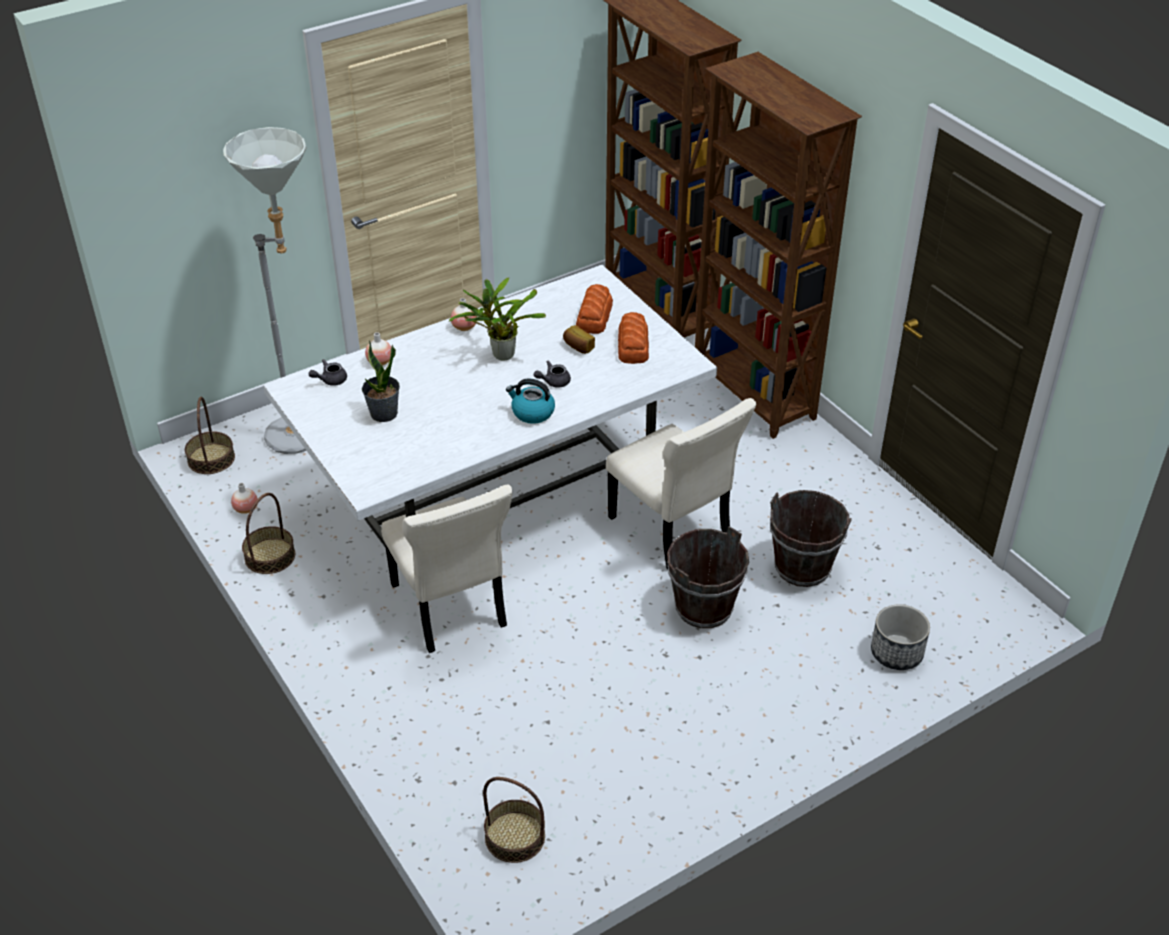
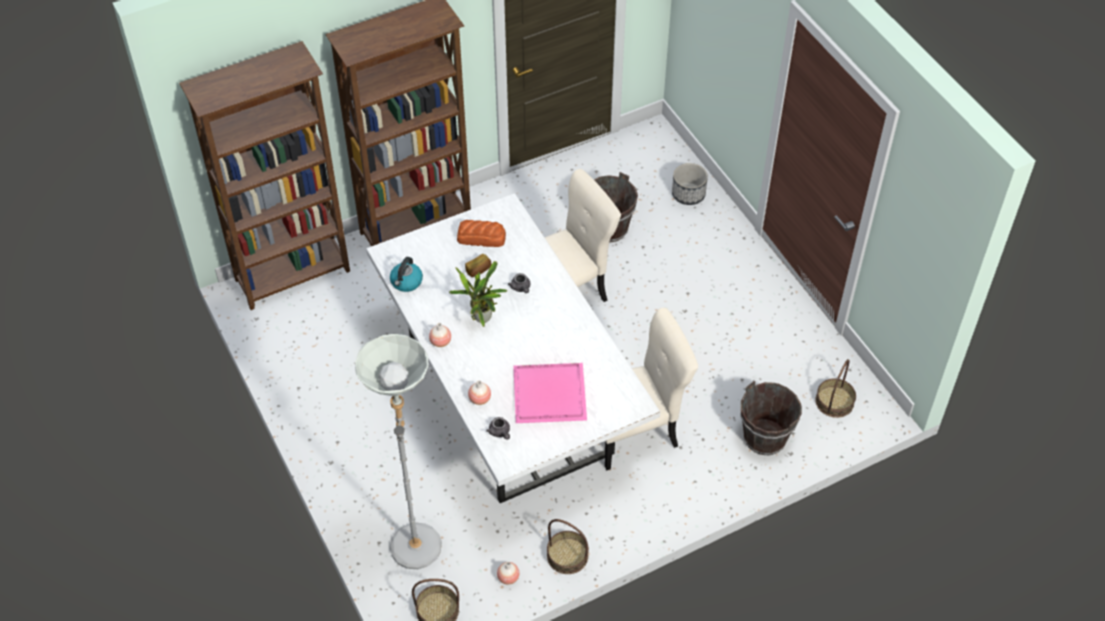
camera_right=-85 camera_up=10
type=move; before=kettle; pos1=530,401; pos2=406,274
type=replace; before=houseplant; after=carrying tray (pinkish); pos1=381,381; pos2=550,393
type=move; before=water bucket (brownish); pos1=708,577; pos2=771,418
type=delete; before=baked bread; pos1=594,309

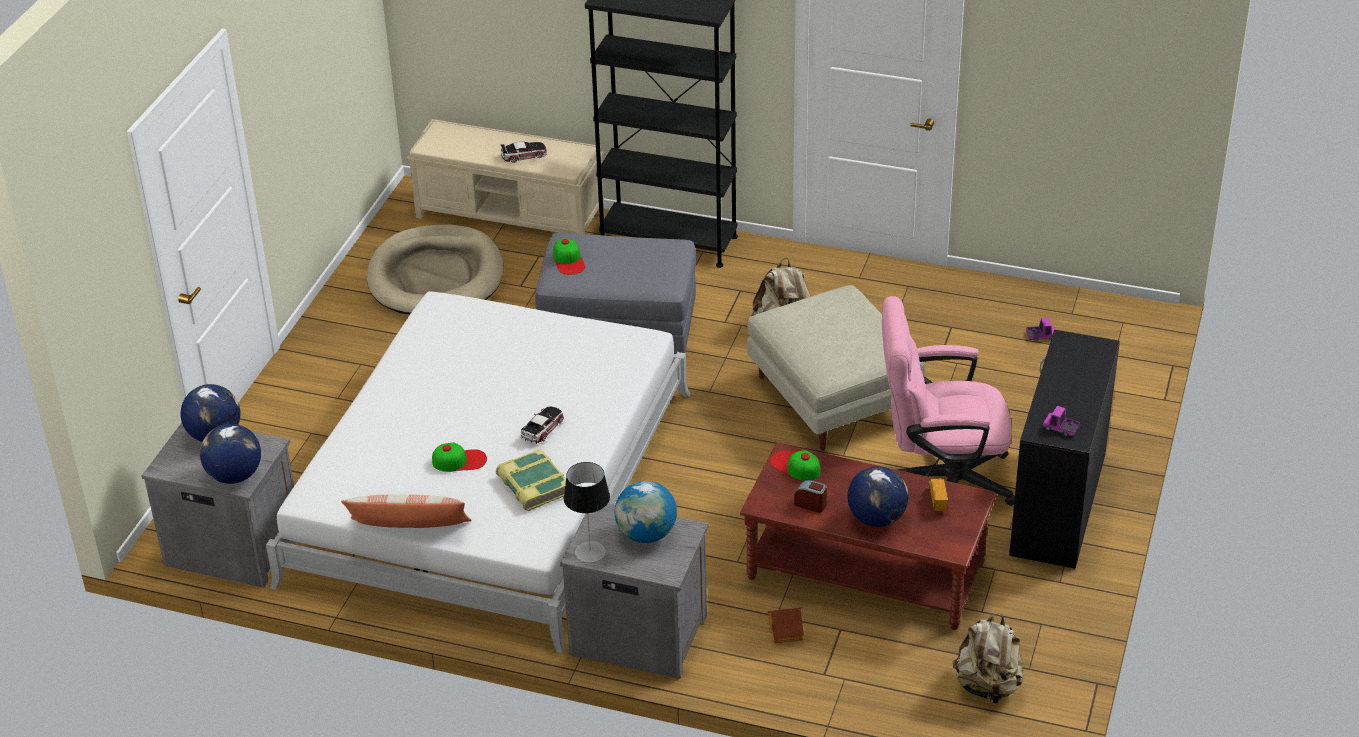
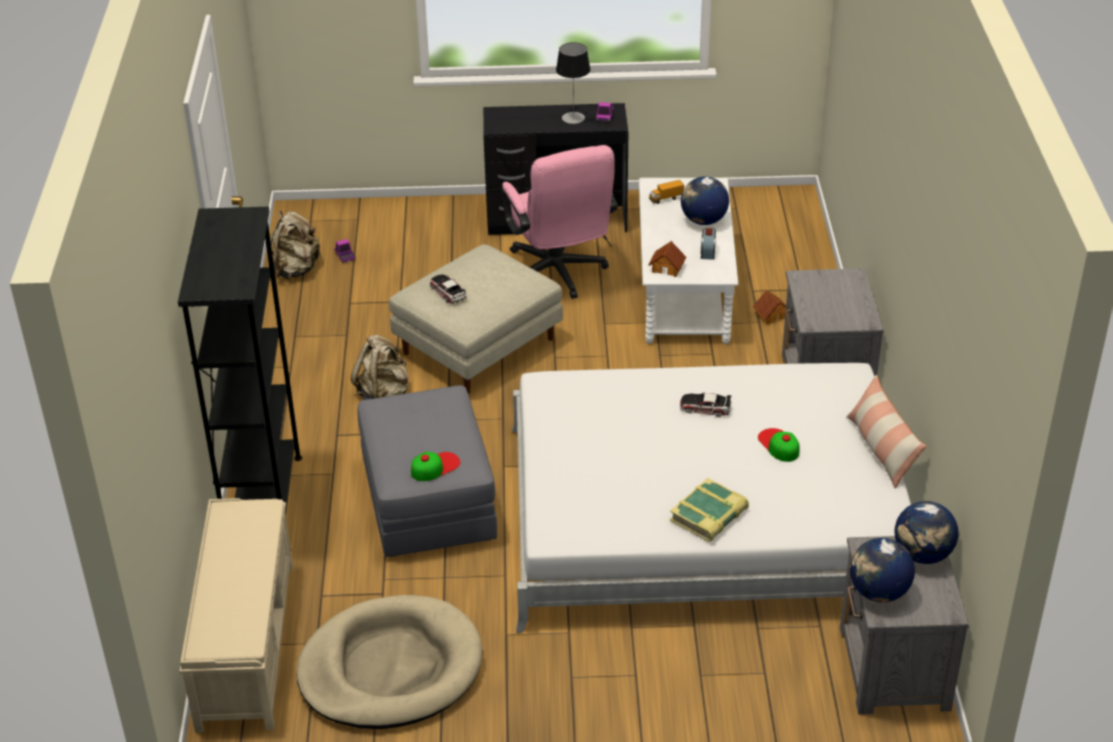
camera_right=-110 camera_up=0
type=move; before=backpack (beige); pos1=988,658; pos2=296,245
type=move; before=miniature car; pos1=524,152; pos2=448,289
type=move; before=tabletop lamp; pos1=587,512; pos2=573,83
type=recolor; before=low table (brownish); after=low table (whitish); pos1=868,536; pos2=688,261
type=replace; before=peaked cap; after=miniature house; pos1=795,465; pos2=667,259
type=move; before=book; pos1=531,480; pos2=709,510
type=delete; before=world globe; pos1=646,512

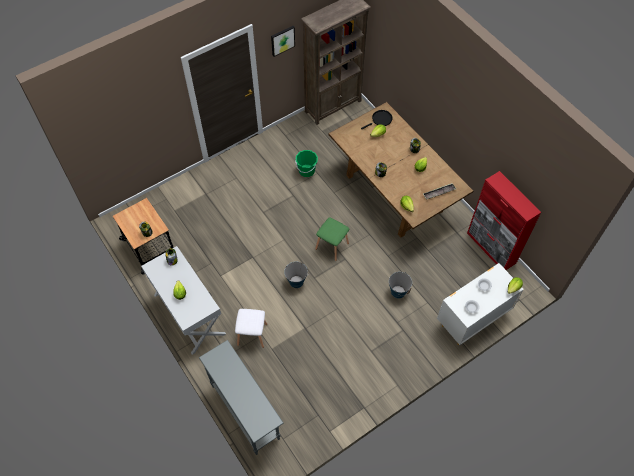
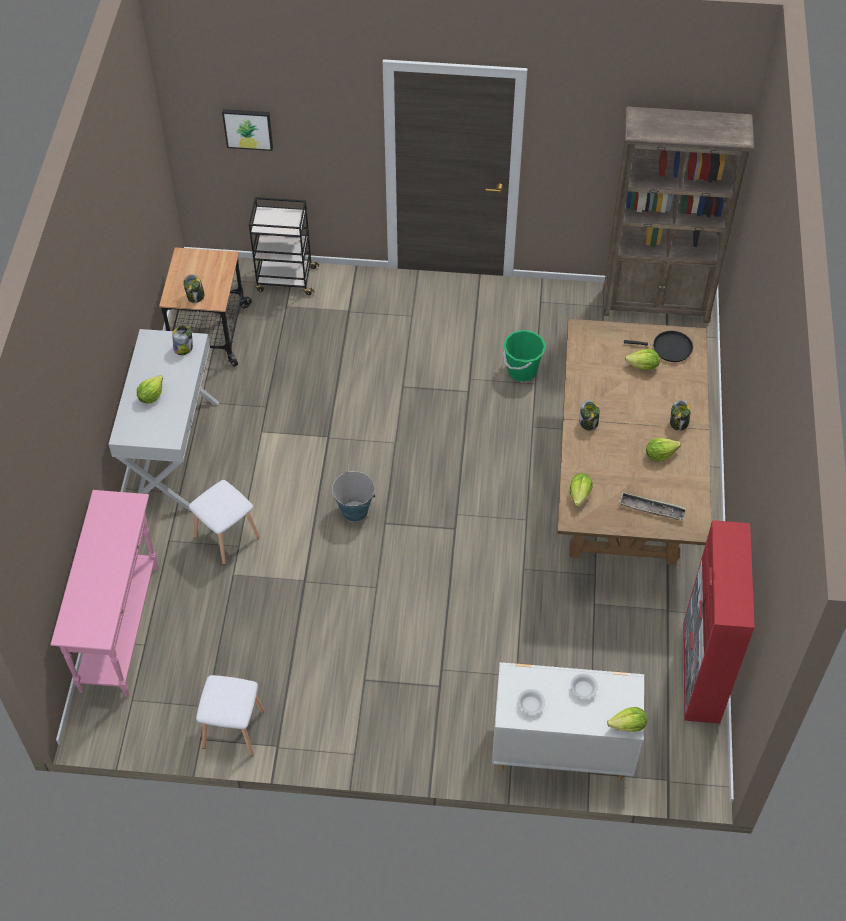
camera_right=40 camera_up=-5
type=recolor; before=narrow table (grey); after=narrow table (pinkish); pos1=241,397; pos2=104,593
type=insert; after=stool (whitish); pos2=230,715
type=move; before=wall art; pos1=283,41; pos2=247,130
type=insert; after=trolley (blackish); pos2=284,246
type=delete; before=stool (green); pos1=332,239
type=delete; before=water bucket; pos1=400,285

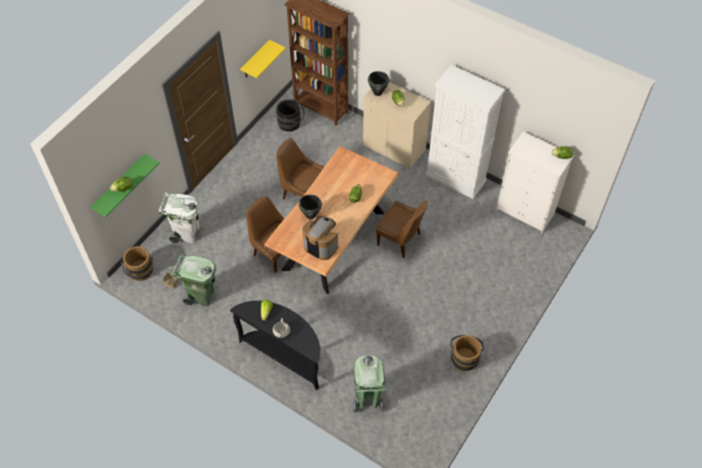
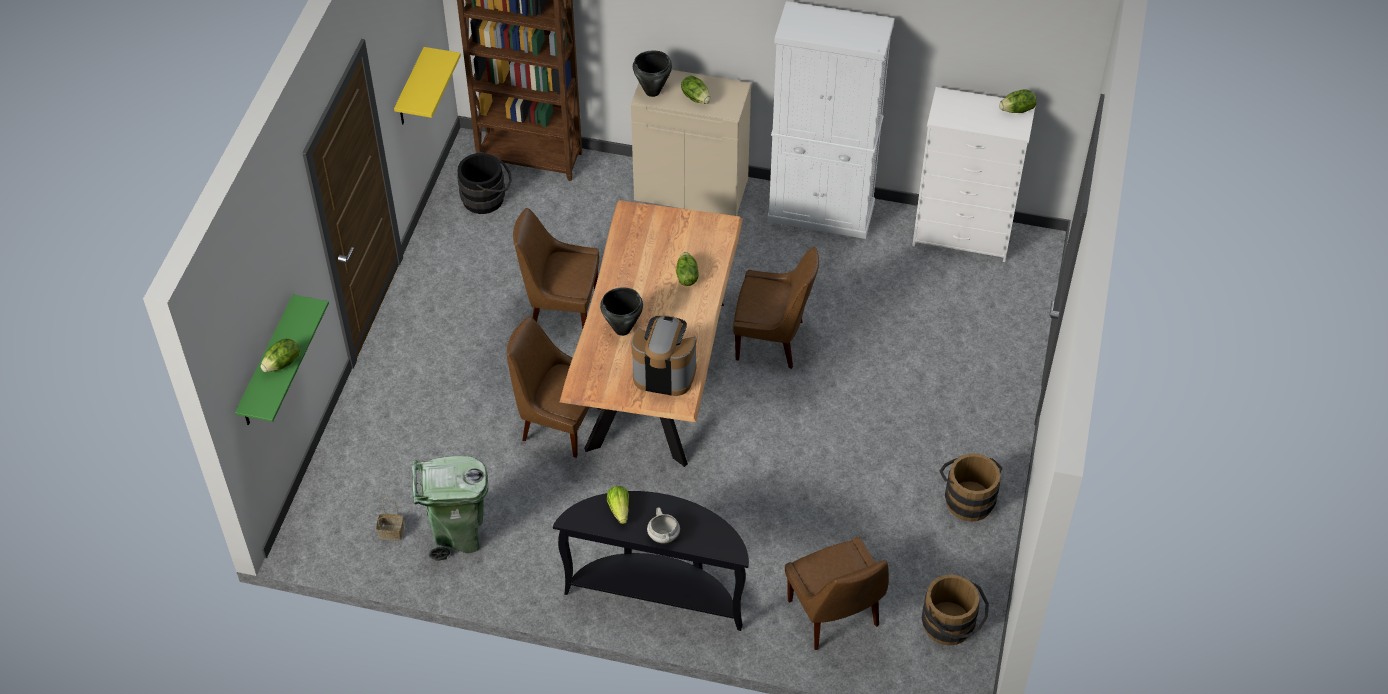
camera_right=-20 camera_up=-5
type=replace; before=rubbish bin (green); after=chair (brownish); pos1=369,384; pos2=837,593
type=move; before=water bucket (brownish); pos1=137,263; pos2=955,610
type=delete; before=rubbish bin (whitish); pos1=179,217

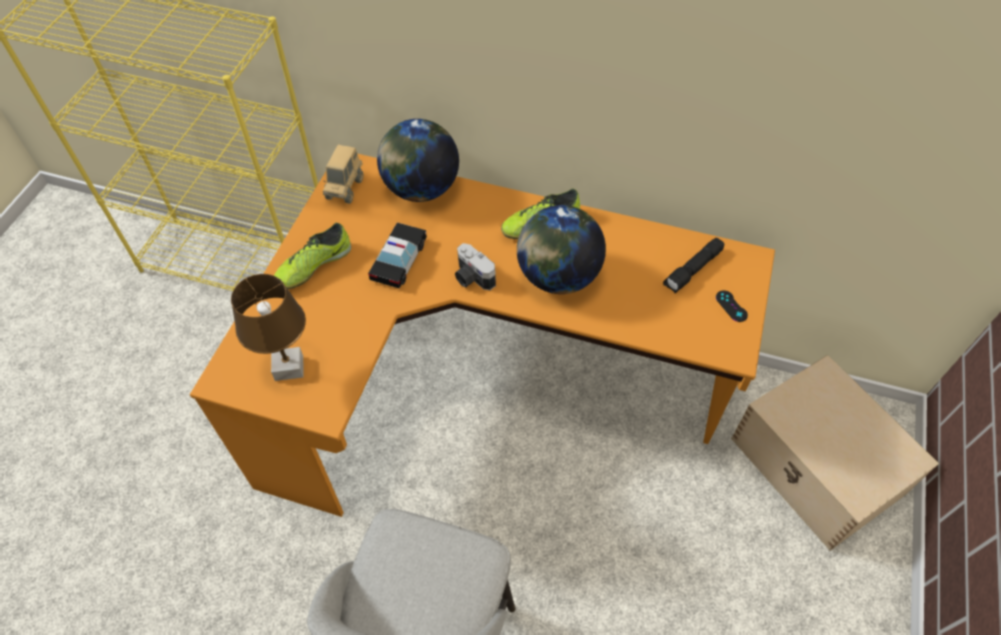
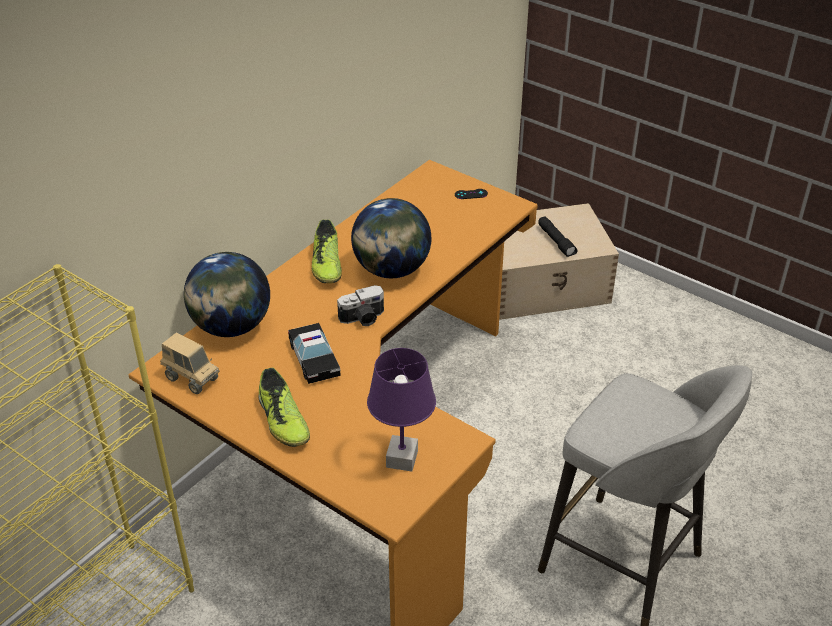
camera_right=-70 camera_up=-15
type=rotate; before=miniature car; pos1=397,255; pos2=314,353; turn=-150
type=recolor; before=tabletop lamp (brownish); after=tabletop lamp (purplish); pos1=268,327; pos2=401,410
type=move; before=hand torch (blackish); pos1=693,265; pos2=557,236

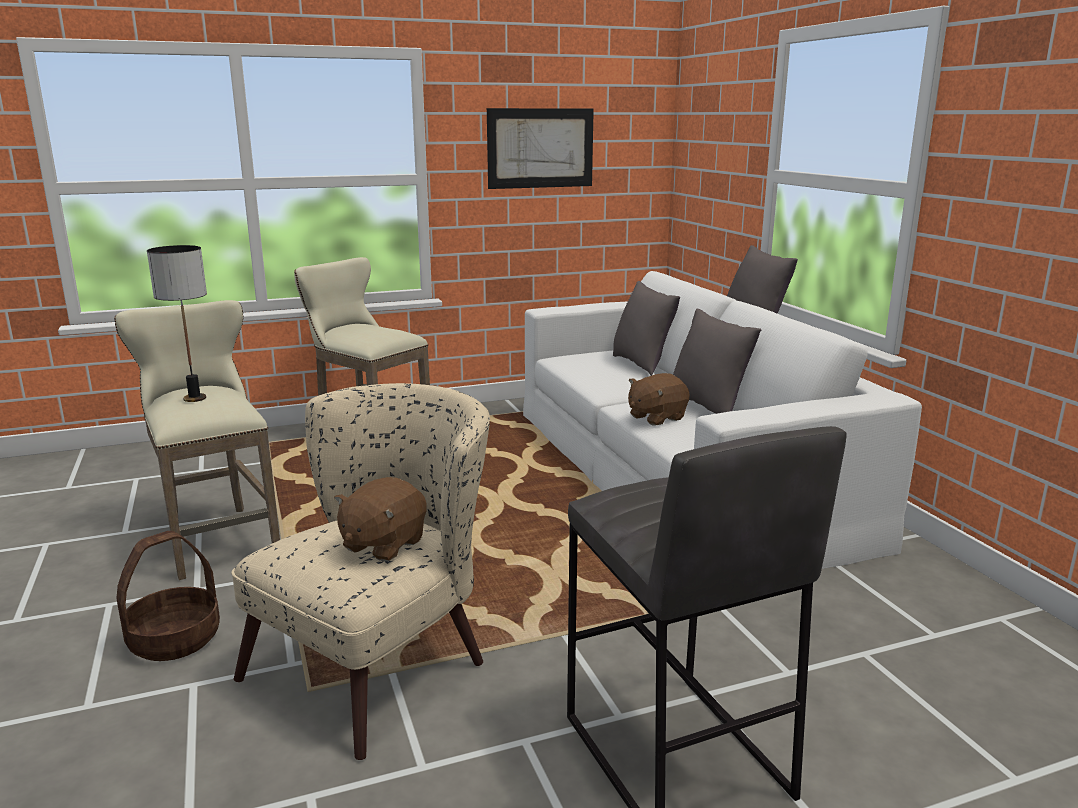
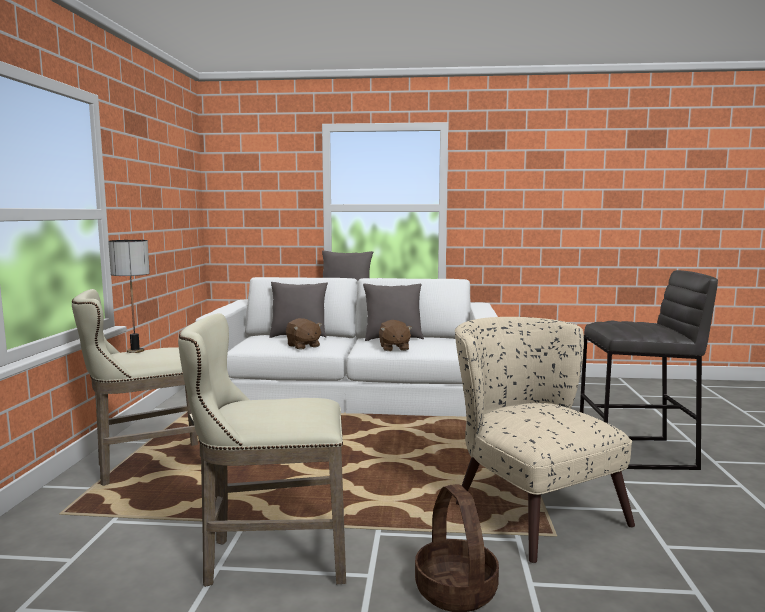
camera_right=-65 camera_up=-10
type=move; before=tabletop lamp; pos1=177,323; pos2=129,296
type=move; before=cuddly toy (brownish); pos1=380,519; pos2=304,334
type=delete; before=wall art; pos1=540,148

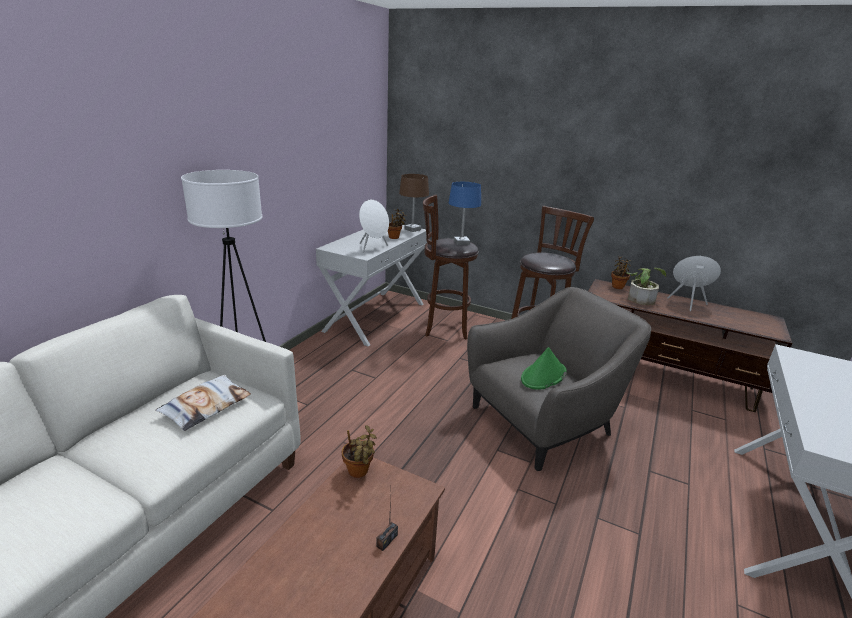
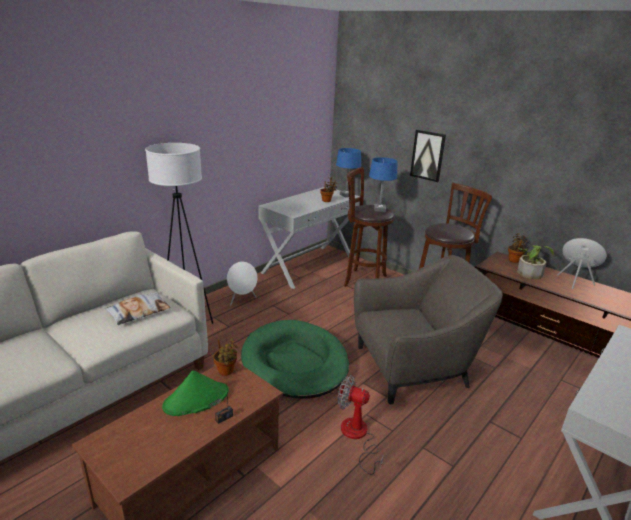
camera_right=15 camera_up=0
type=move; before=hat (green); pos1=544,368; pos2=195,393
type=move; before=loudspeaker (whitish); pos1=374,226; pos2=242,284
type=insert; after=dog bed (green); pos2=295,359
type=recolor; before=tabletop lamp (brownish); after=tabletop lamp (blue-coloured); pos1=414,203; pos2=348,172
type=insert; after=cooling fan; pos2=360,425
type=insert; after=wall art; pos2=428,156

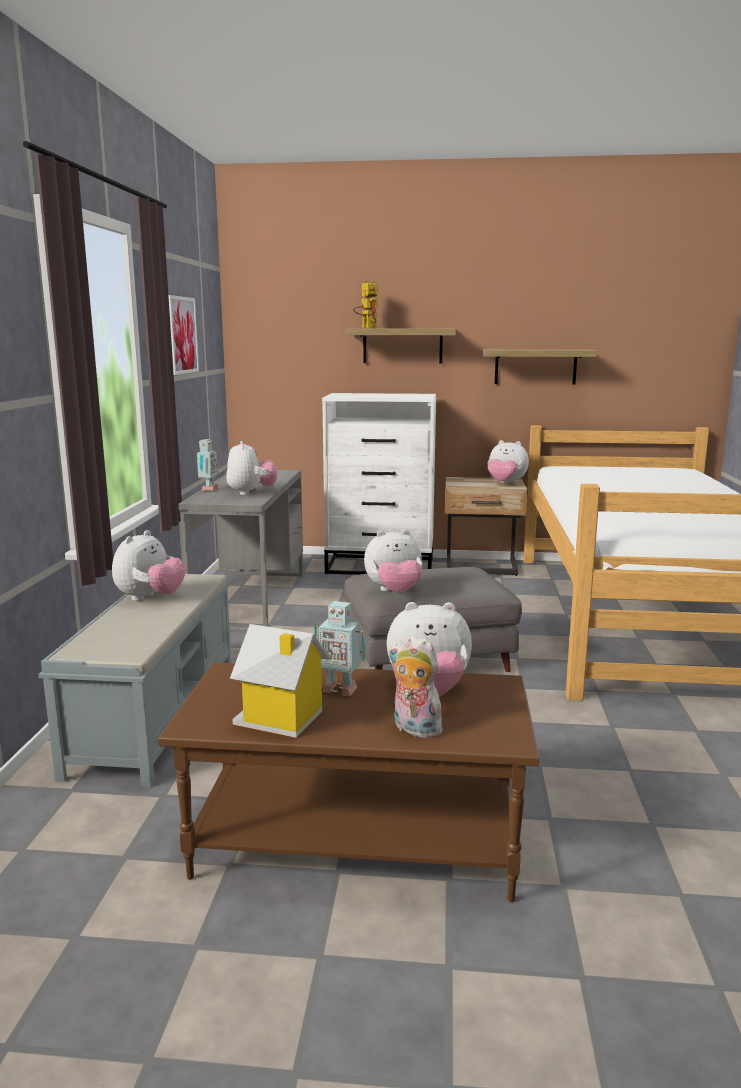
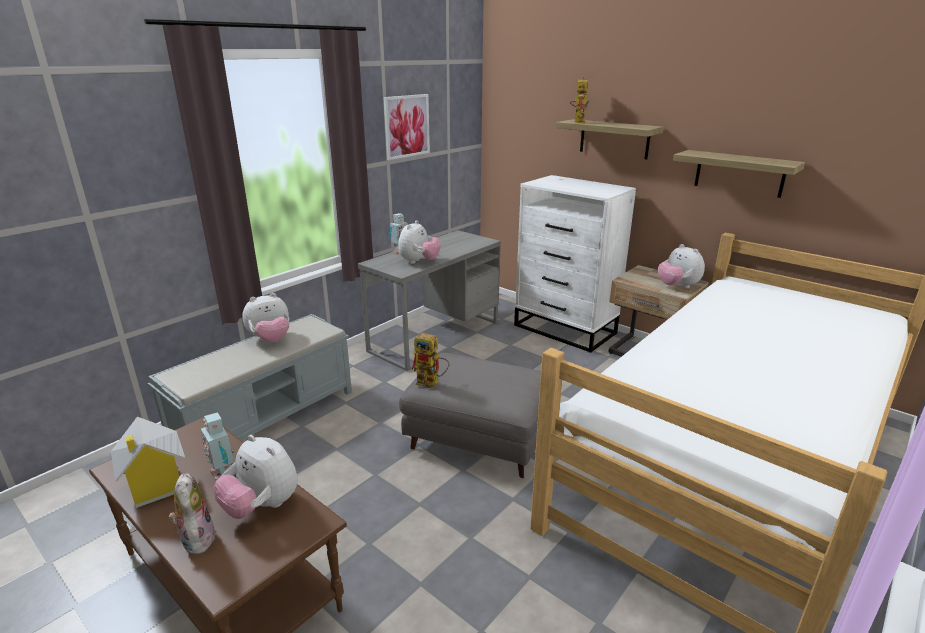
camera_right=35 camera_up=10
type=replace; before=cuddly toy; after=robot figure; pos1=393,561; pos2=430,360

